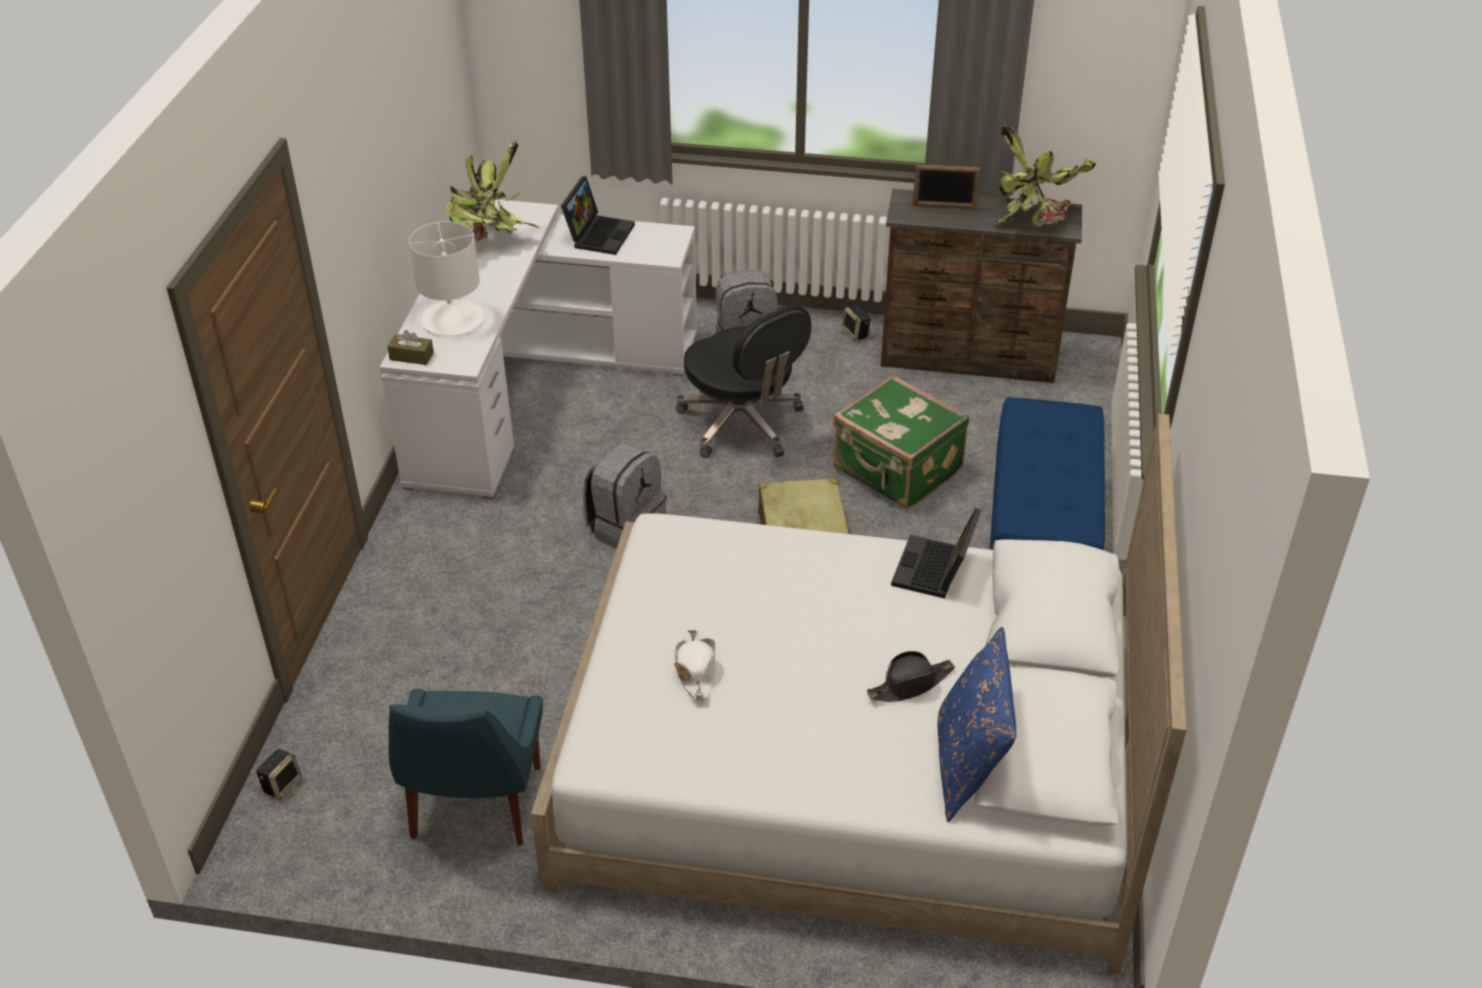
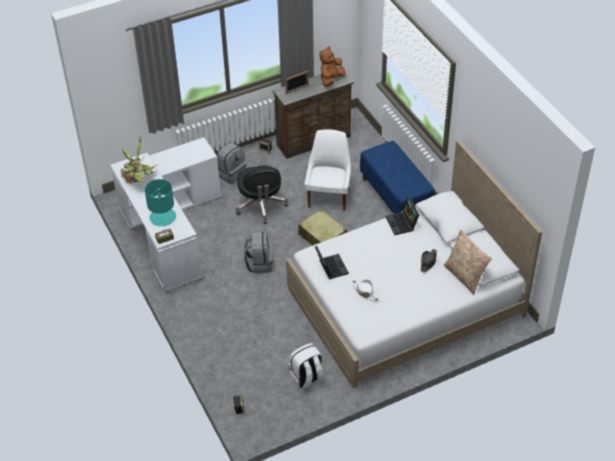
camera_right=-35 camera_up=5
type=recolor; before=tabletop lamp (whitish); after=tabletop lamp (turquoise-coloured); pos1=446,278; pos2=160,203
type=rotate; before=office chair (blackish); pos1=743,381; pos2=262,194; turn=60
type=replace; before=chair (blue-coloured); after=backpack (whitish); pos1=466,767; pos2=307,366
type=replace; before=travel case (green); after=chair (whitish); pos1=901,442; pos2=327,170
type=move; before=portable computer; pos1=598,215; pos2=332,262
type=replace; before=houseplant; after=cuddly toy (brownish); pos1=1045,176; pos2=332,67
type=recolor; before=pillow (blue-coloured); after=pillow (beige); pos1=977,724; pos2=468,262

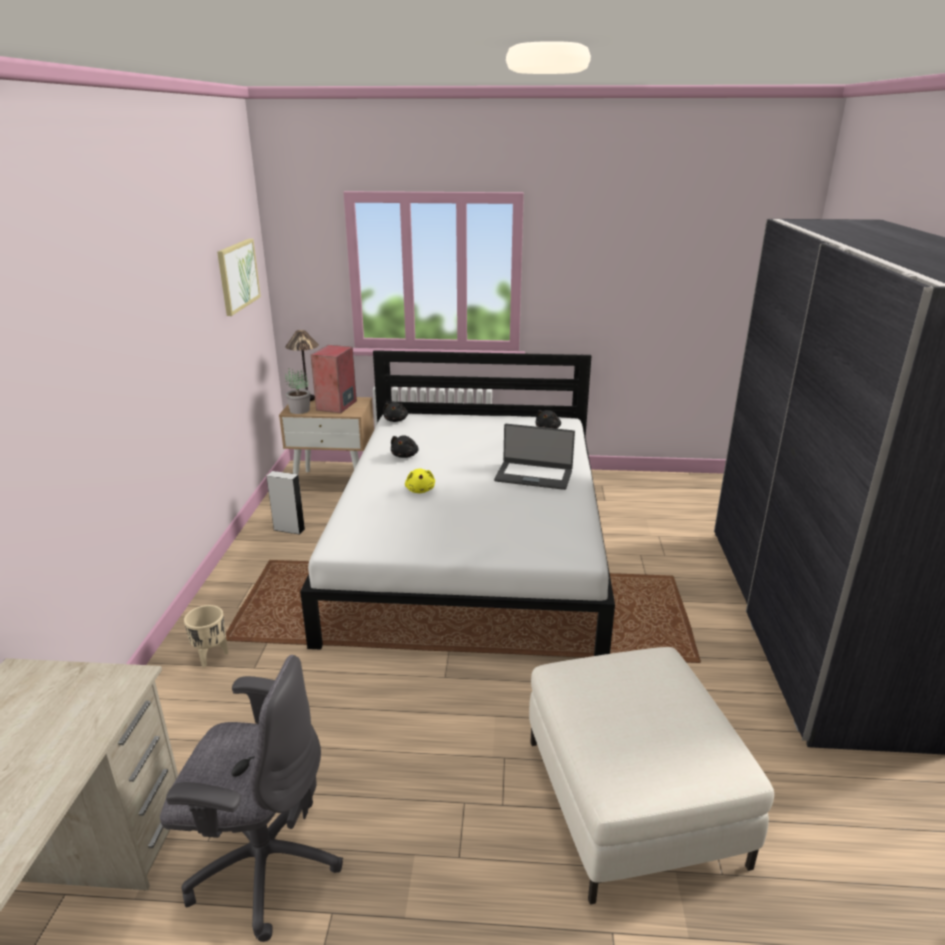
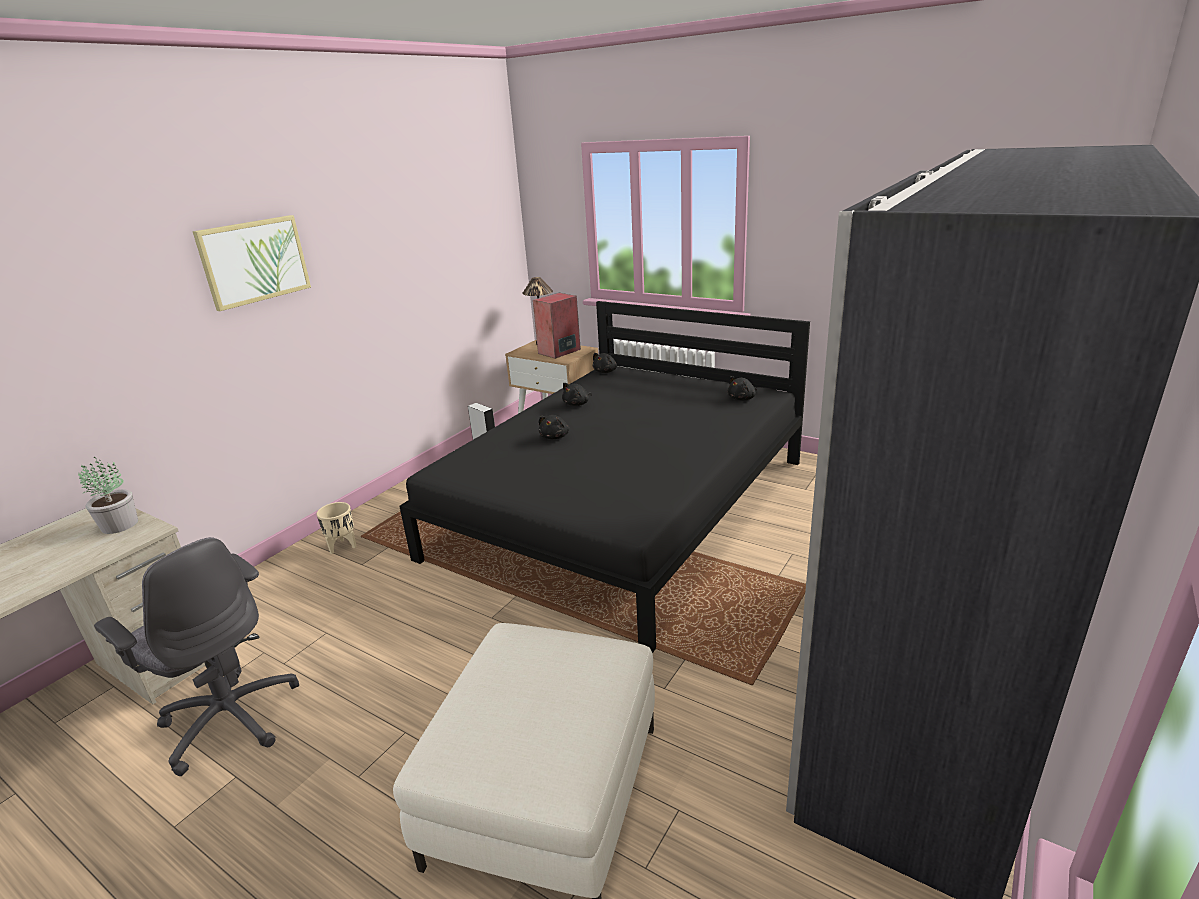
camera_right=30 camera_up=0
type=move; before=houseplant; pos1=297,391; pos2=108,495
type=move; before=wall art; pos1=239,277; pos2=252,263
type=recolor; before=sleeping bed (whitish); after=sleeping bed (blackish); pos1=457,503; pos2=604,477
type=recolor; before=cuddly toy (yellowish); after=cuddly toy (blackish); pos1=420,481; pos2=554,427
type=delete; before=portable computer; pos1=534,457

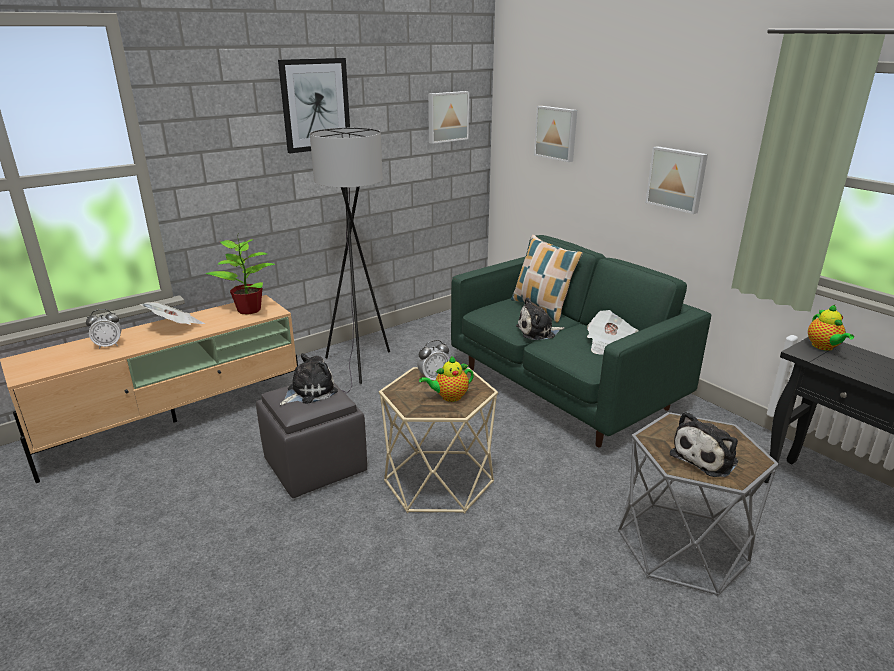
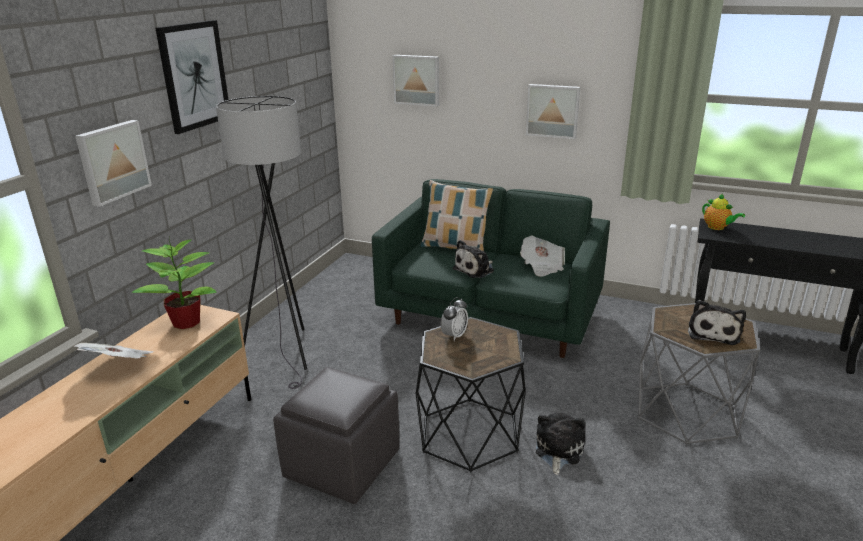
camera_right=-30 camera_up=0
type=move; before=wall art; pos1=448,117; pos2=113,163
type=recolor; before=end table (beige); after=end table (blackish); pos1=438,440; pos2=471,394
type=move; before=cuddly toy; pos1=309,379; pos2=560,444
type=delete; before=bedside clock; pos1=103,329
type=delete; before=tea pot; pos1=446,379

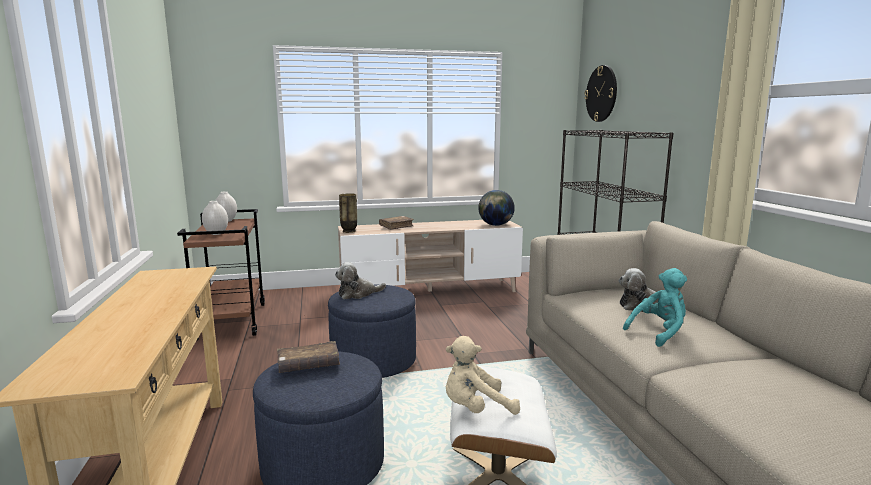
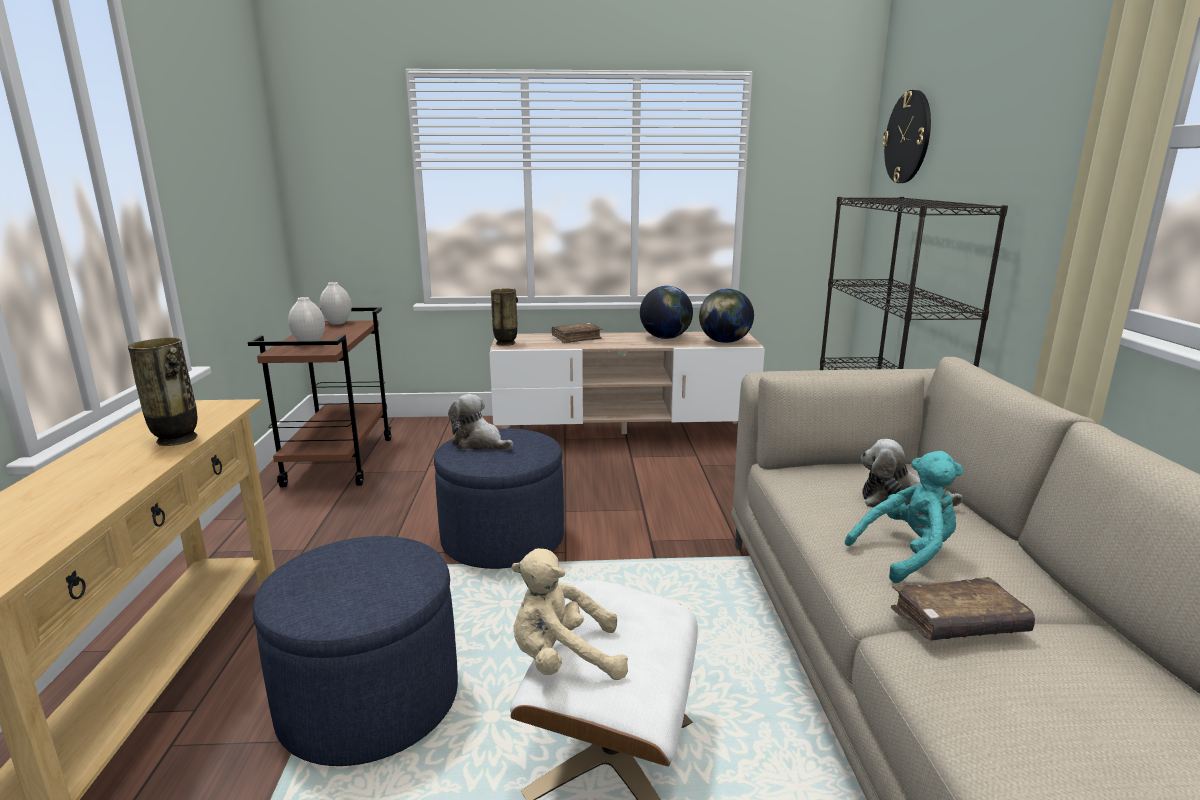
camera_right=10 camera_up=5
type=insert; after=decorative vase; pos2=162,392
type=rotate; before=cuddly toy; pos1=360,280; pos2=480,422; turn=45
type=insert; after=world globe; pos2=666,312
type=move; before=book (brownish); pos1=308,357; pos2=963,609

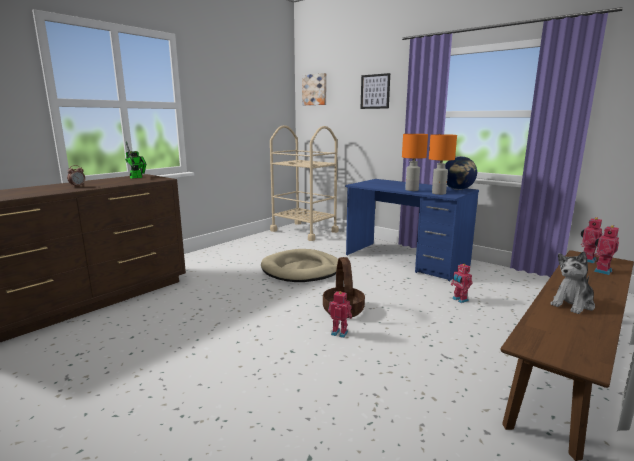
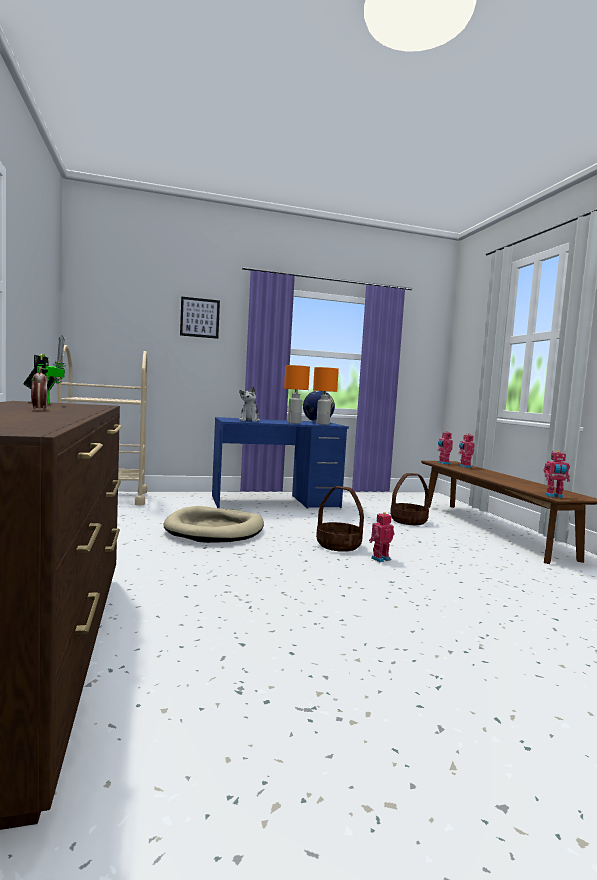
camera_right=-55 camera_up=-10
type=move; before=cuddly toy; pos1=572,282; pos2=249,404
type=insert; after=household basket; pos2=409,499
type=move; before=robot figure; pos1=462,283; pos2=556,474
type=delete; before=wall art; pos1=314,89

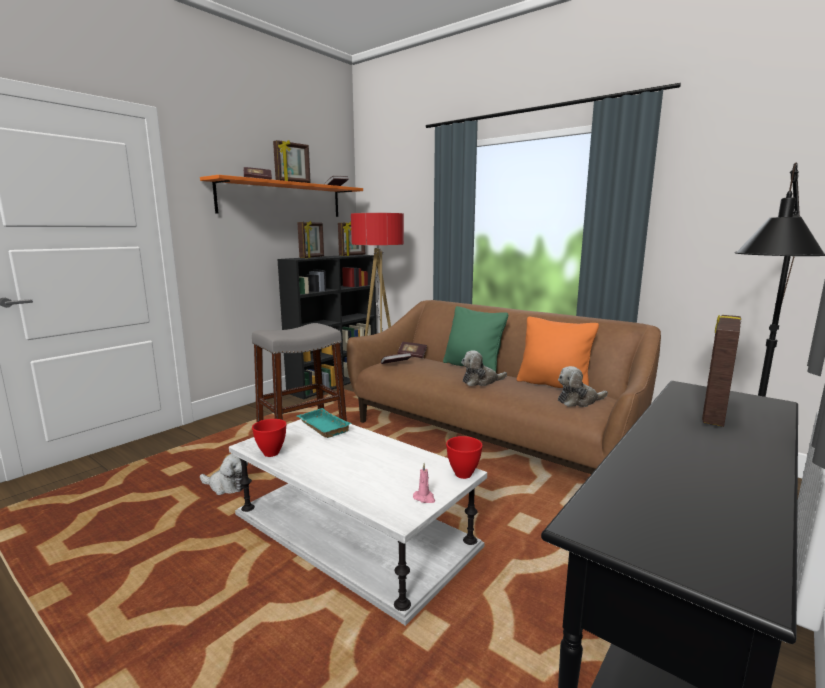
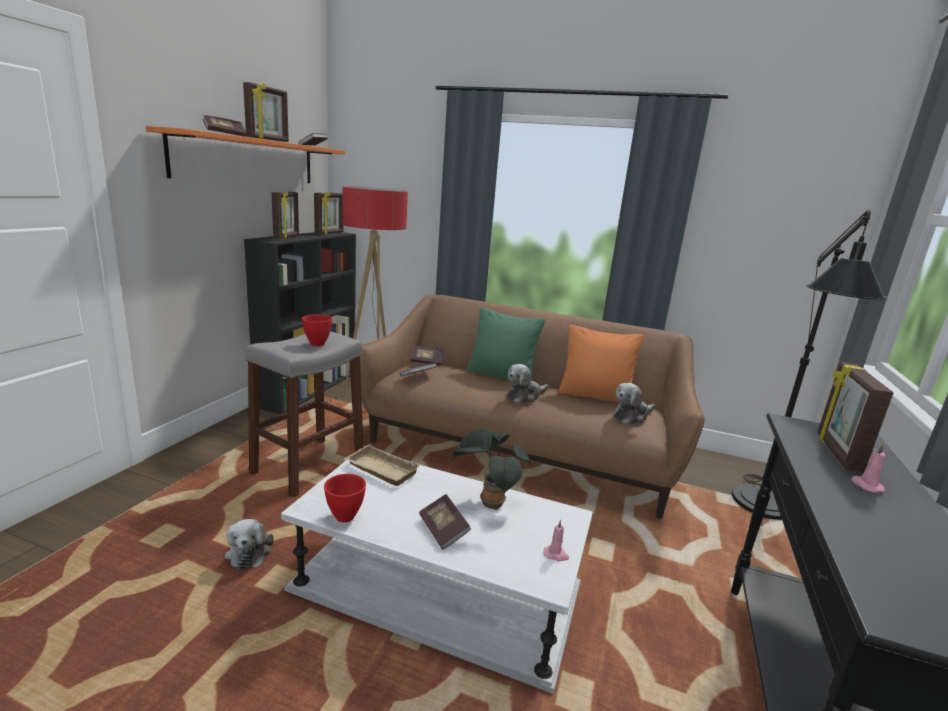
camera_right=-20 camera_up=5
type=rotate; before=cuddly toy; pos1=224,474; pos2=249,544; turn=75
type=move; before=bowl (reddish); pos1=464,457; pos2=317,330
type=recolor; before=carrying tray (turquoise-coloured); after=carrying tray (beige); pos1=324,423; pos2=382,465
type=insert; after=book; pos2=445,522
type=insert; after=houseplant; pos2=491,469
type=insert; after=wax light (pinkish); pos2=868,468

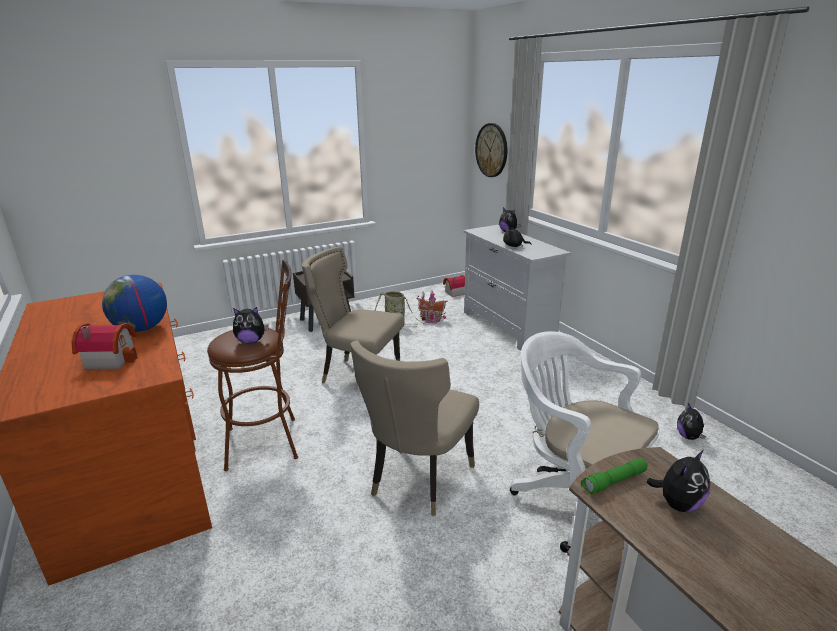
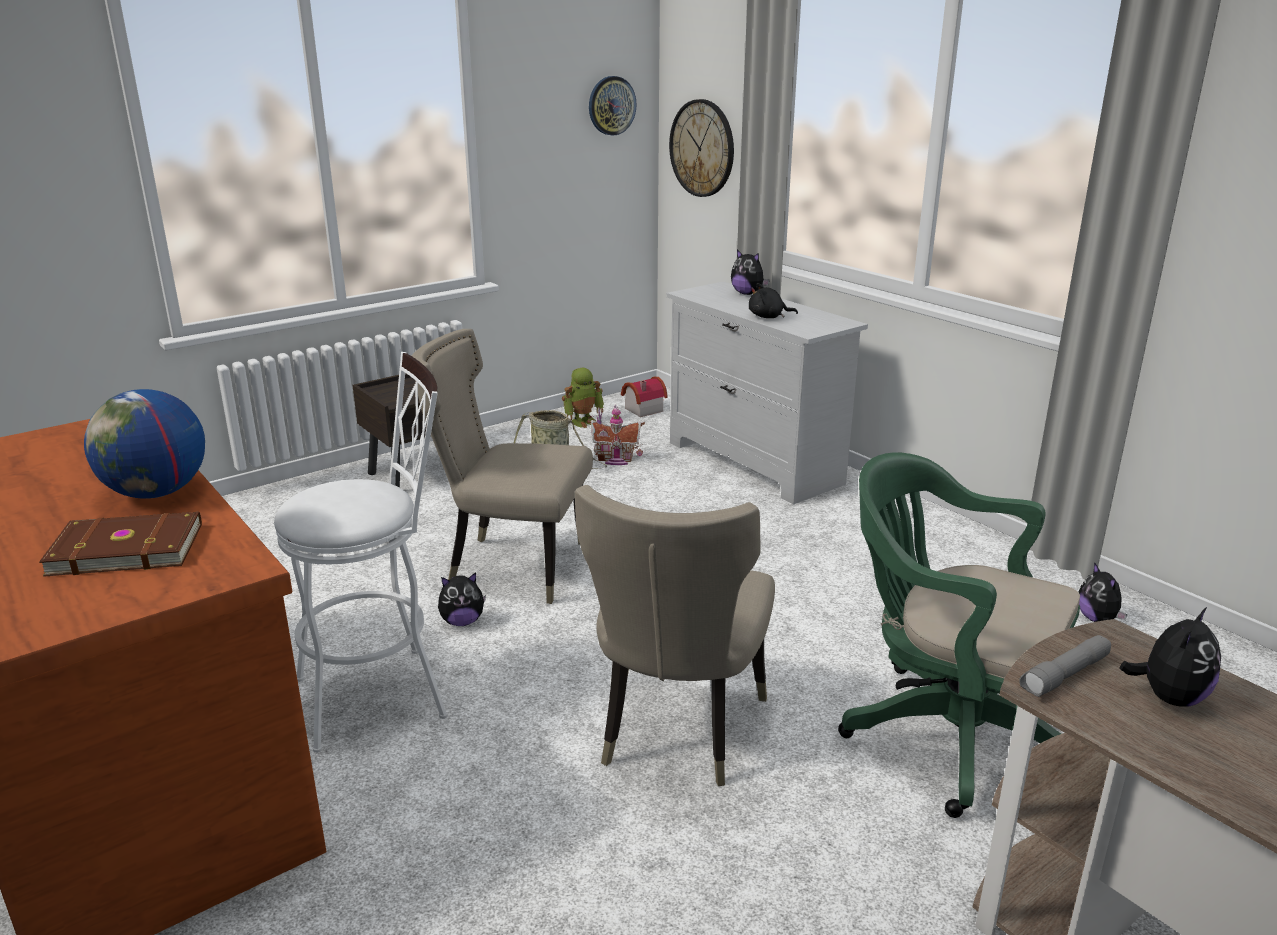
camera_right=-10 camera_up=0
type=replace; before=miniature house; after=book (brownish); pos1=105,346; pos2=120,544
type=recolor; before=stool (brownish); after=stool (whitish); pos1=252,365; pos2=361,552
type=move; before=cuddly toy; pos1=251,325; pos2=462,599
type=insert; after=robot figure; pos2=583,398
type=insert; after=clock on the wall; pos2=613,106
type=recolor; before=office chair (whitish); after=office chair (green); pos1=584,442; pos2=959,635
type=recolor; before=hand torch (green); after=hand torch (grey); pos1=614,476; pos2=1065,666

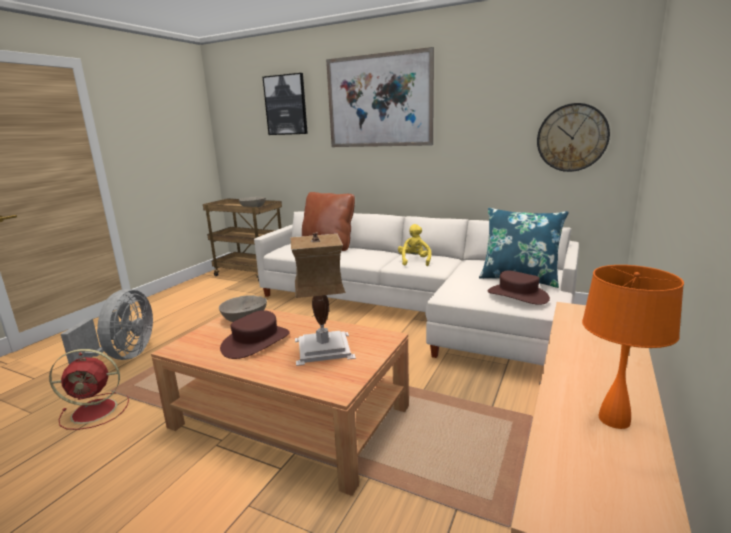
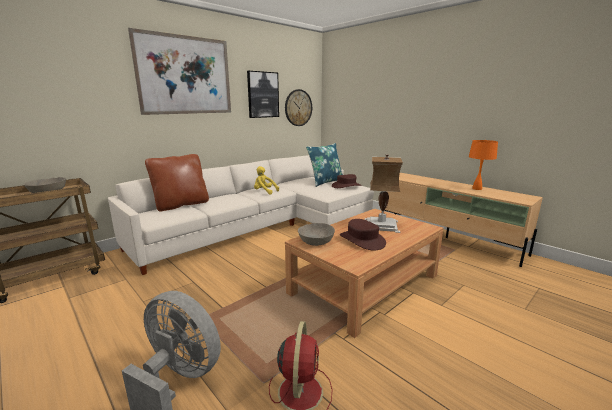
camera_right=-70 camera_up=0
type=move; before=wall art; pos1=285,104; pos2=263,94

